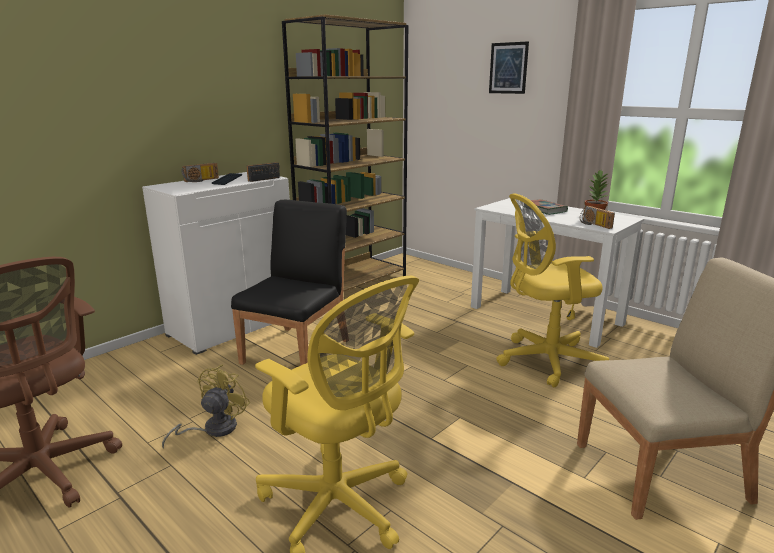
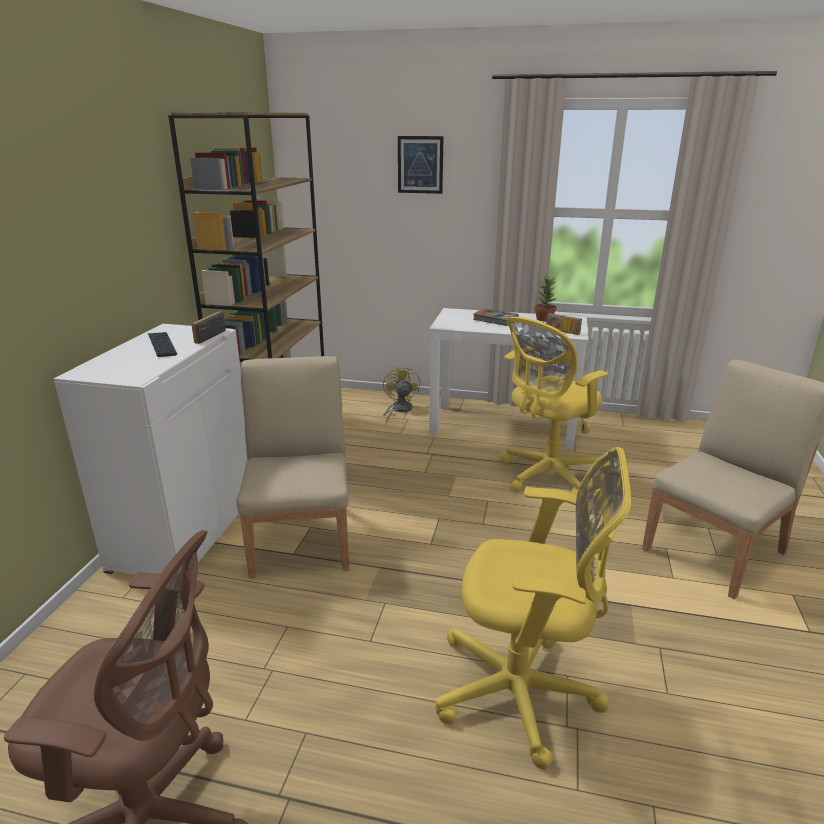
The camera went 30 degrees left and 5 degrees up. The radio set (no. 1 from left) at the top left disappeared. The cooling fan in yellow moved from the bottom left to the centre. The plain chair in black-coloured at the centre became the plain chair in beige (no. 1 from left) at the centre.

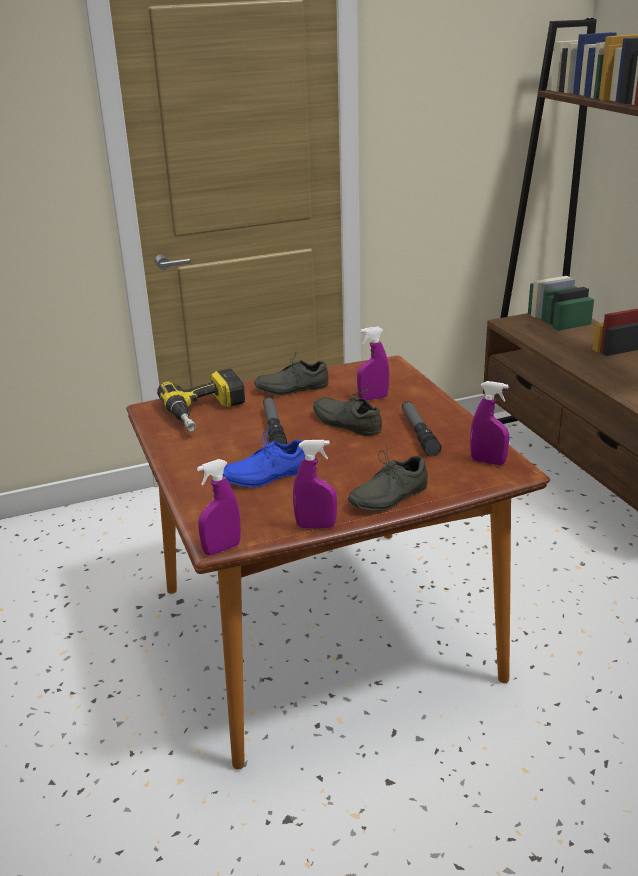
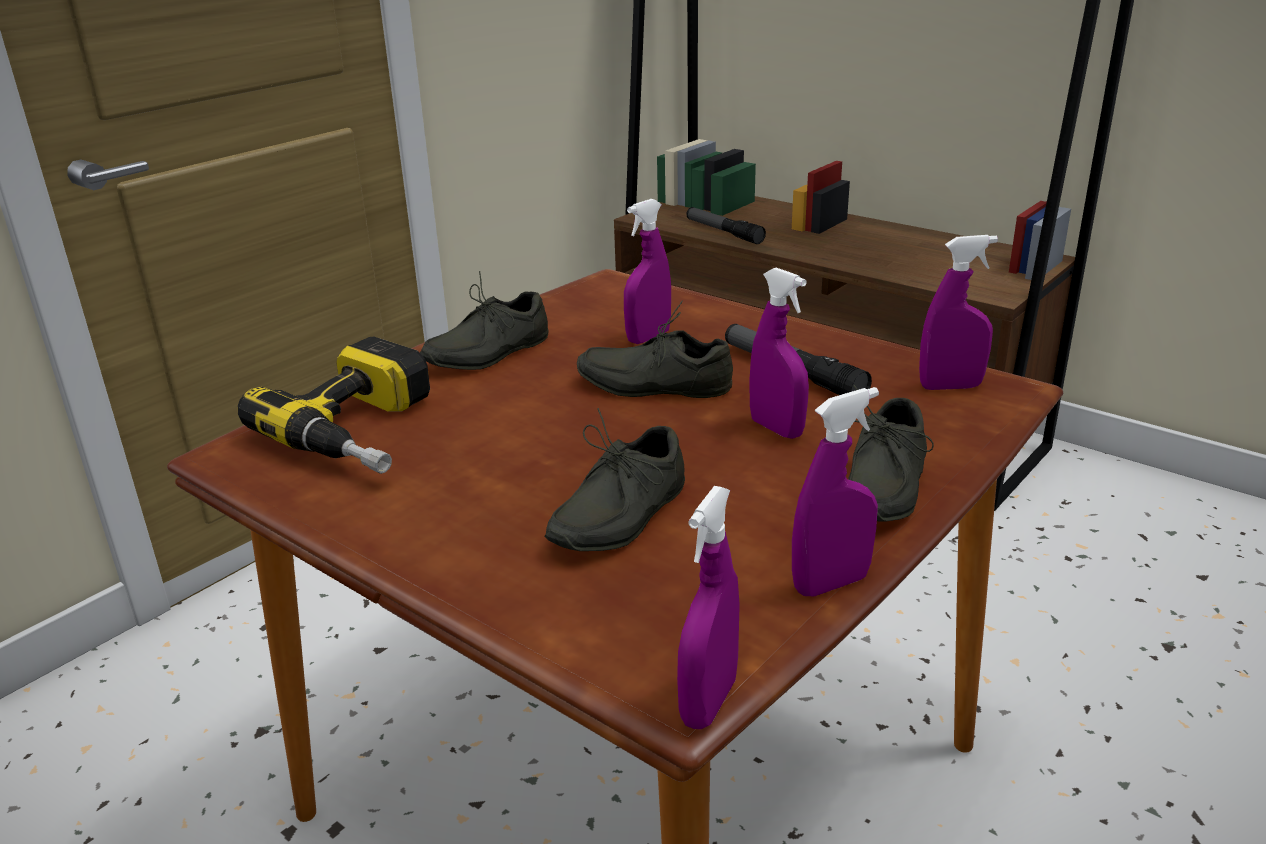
The camera went 30 degrees left and 0 degrees up. The sprayer in purple-coloured (no. 3 from left) at the centre appeared. The torch (no. 1 from left) moved from the centre to the top centre. The low shoe in bluish at the centre became the low shoe in gray (no. 2 from left) at the centre.

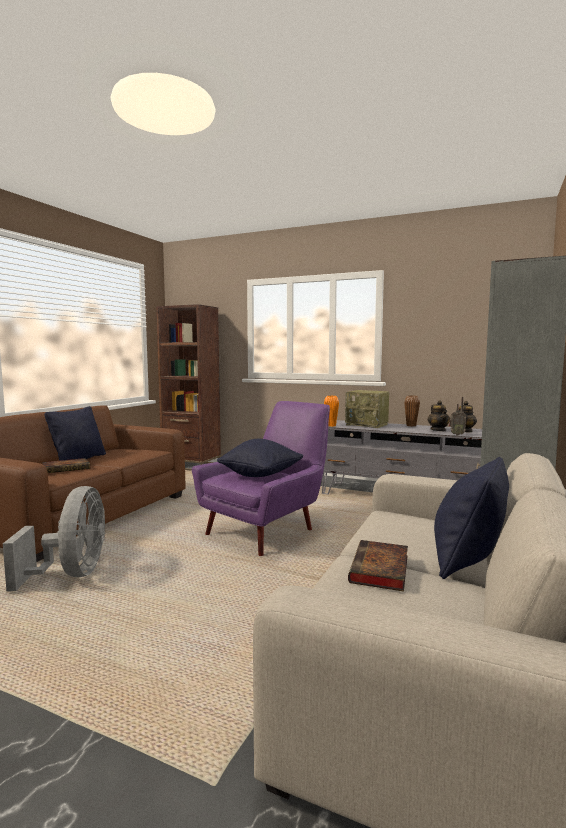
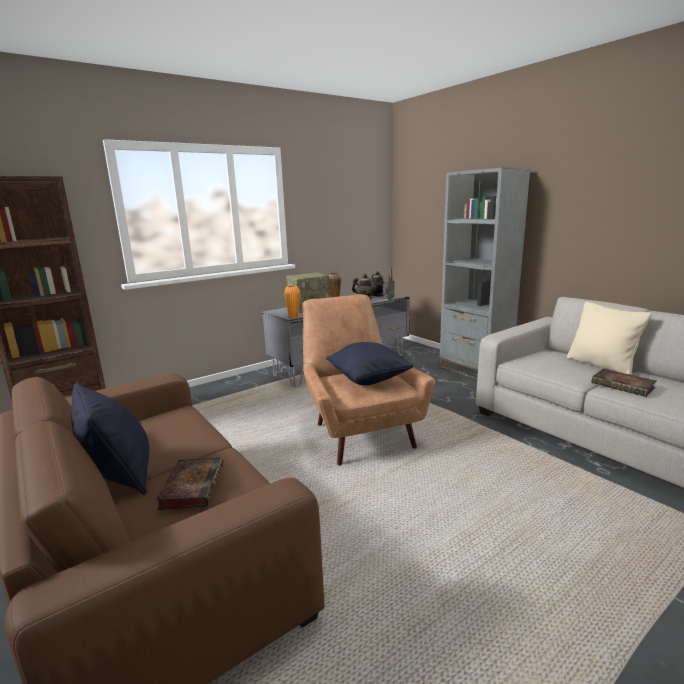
The camera went 60 degrees left and 10 degrees up. The cooling fan in gray at the middle left disappeared. The lounge chair in purple-coloured at the centre became the lounge chair in brownish at the centre. The pillow in black-coloured (no. 3 from left) at the middle right became the pillow in beige at the middle right.

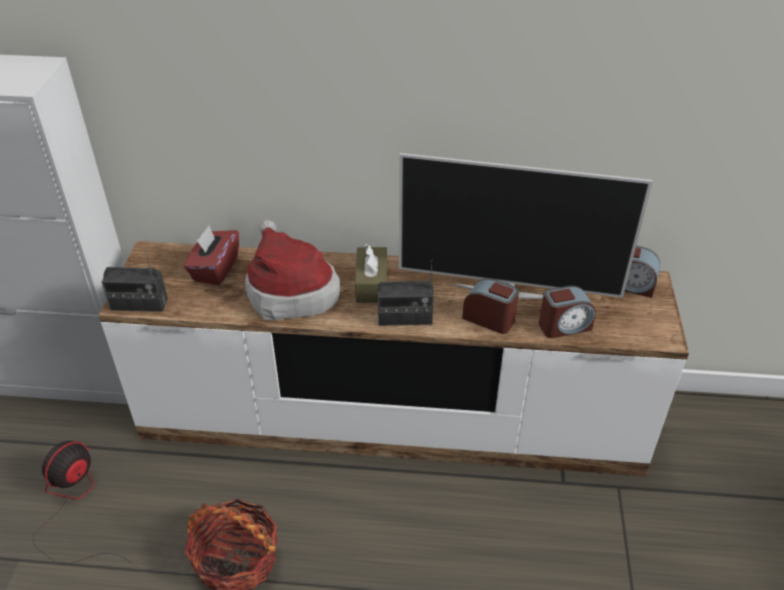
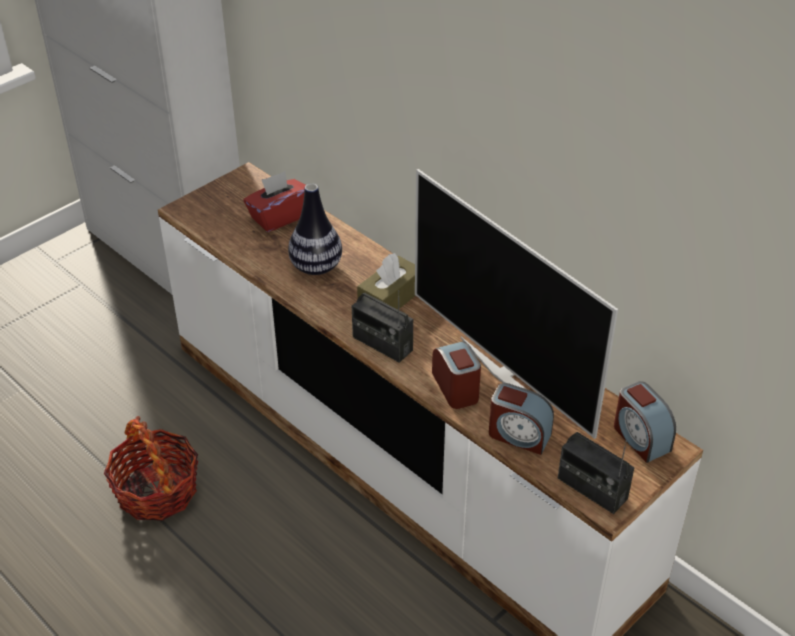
The camera went 40 degrees right and 0 degrees up. The cooling fan at the bottom left disappeared. The radio set (no. 1 from left in the first image) moved from the middle left to the bottom right. The hat at the centre was replaced by the decorative vase at the centre.

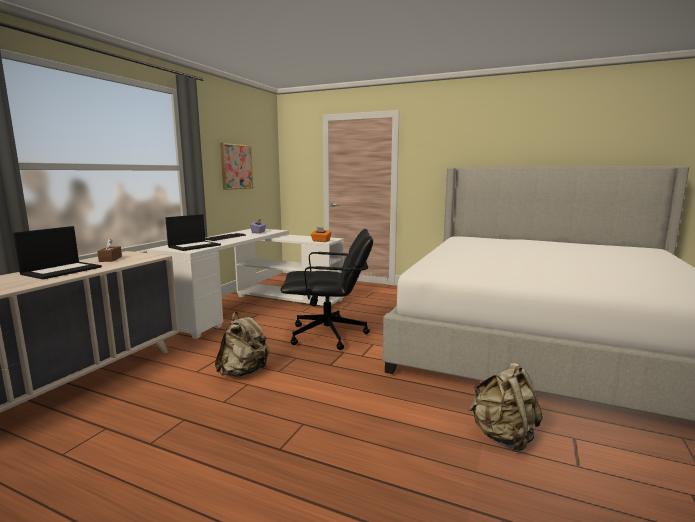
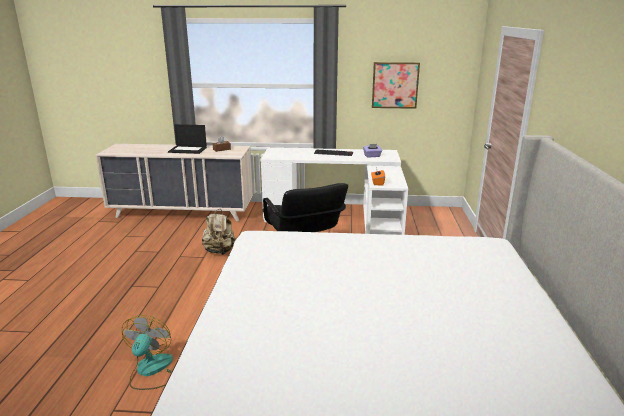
The camera went 70 degrees right and 10 degrees up. The notebook computer (no. 2 from left) at the middle left disappeared. The knapsack in beige (no. 2 from left) at the bottom right was replaced by the cooling fan at the bottom left.

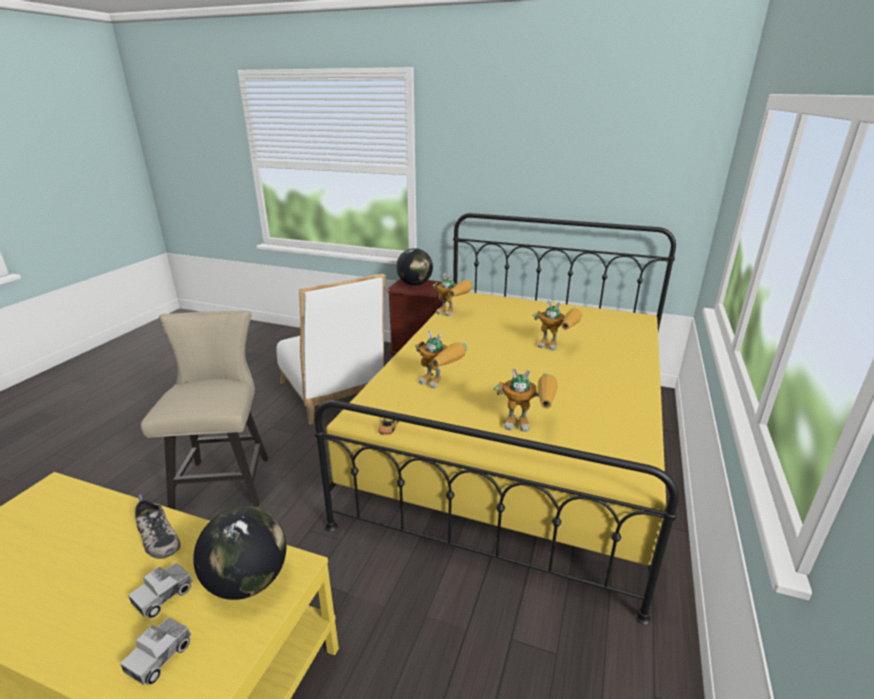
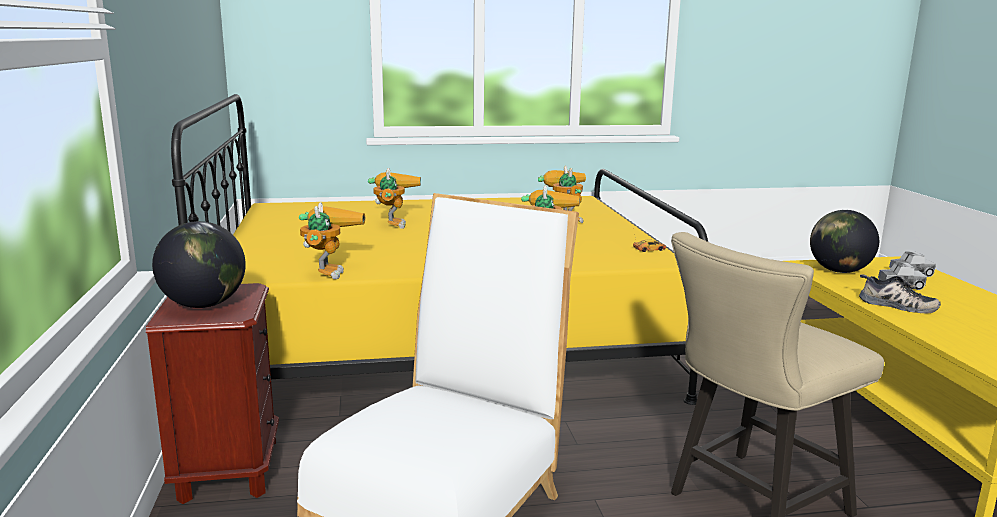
The camera went 120 degrees left and 10 degrees down. The low shoe at the bottom left turned 105 degrees clockwise.

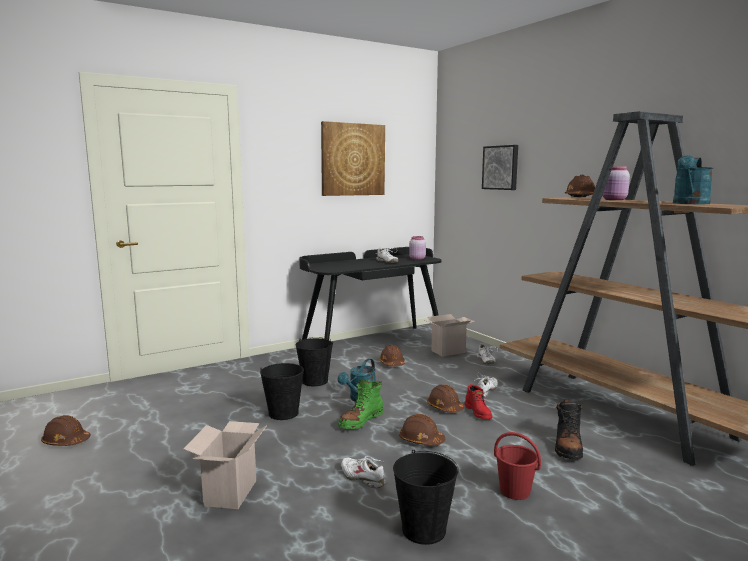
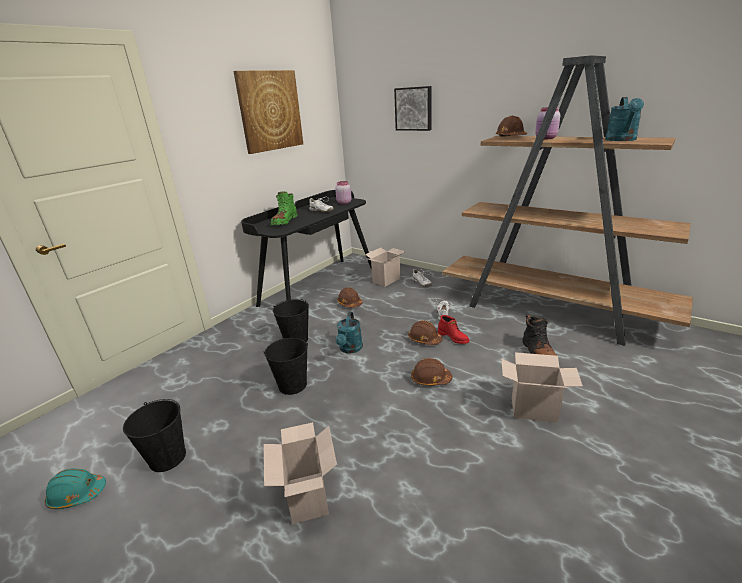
The camera went 20 degrees left and 15 degrees up. The low shoe in white-coloured (no. 1 from left) at the bottom centre disappeared. The high-top boot in green-coloured moved from the bottom centre to the centre. The water bucket in black-coloured (no. 3 from left in the first image) moved from the bottom centre to the bottom left. The water bucket in red-coloured at the bottom right was replaced by the packing box (no. 3 from left) at the middle right. The work helmet in brownish (no. 1 from left) at the bottom left became the work helmet in blue-green at the bottom left.

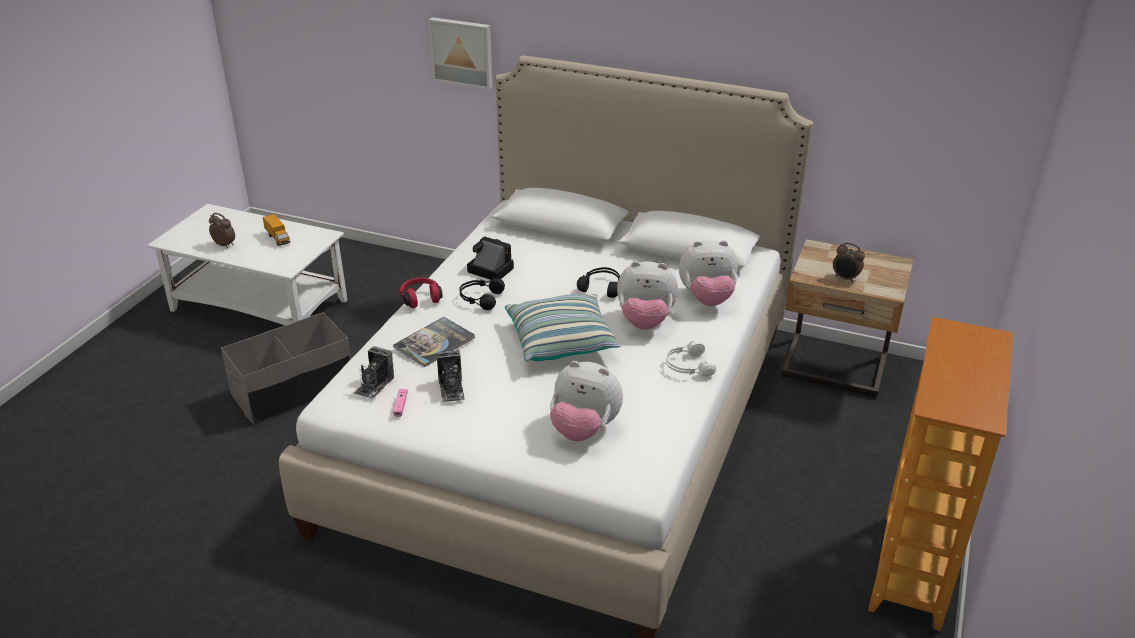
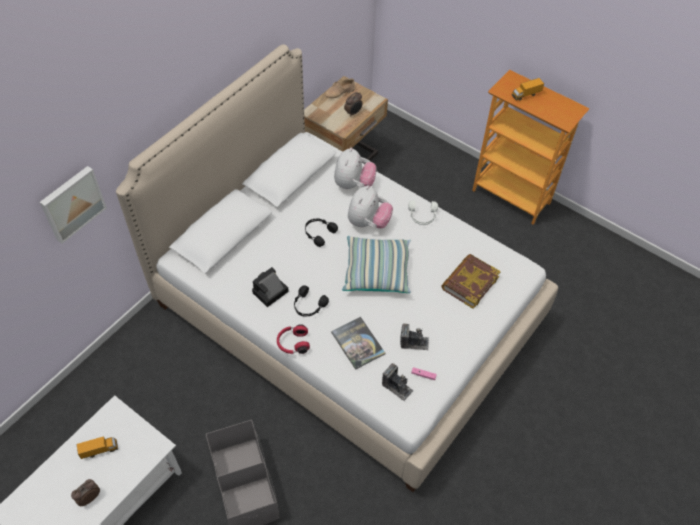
The camera went 75 degrees left and 20 degrees up. The low shoe in beige at the top centre appeared. The toy truck (no. 2 from left) at the top right appeared. The soft toy (no. 1 from left) at the centre was replaced by the volume (no. 2 from left) at the middle right.

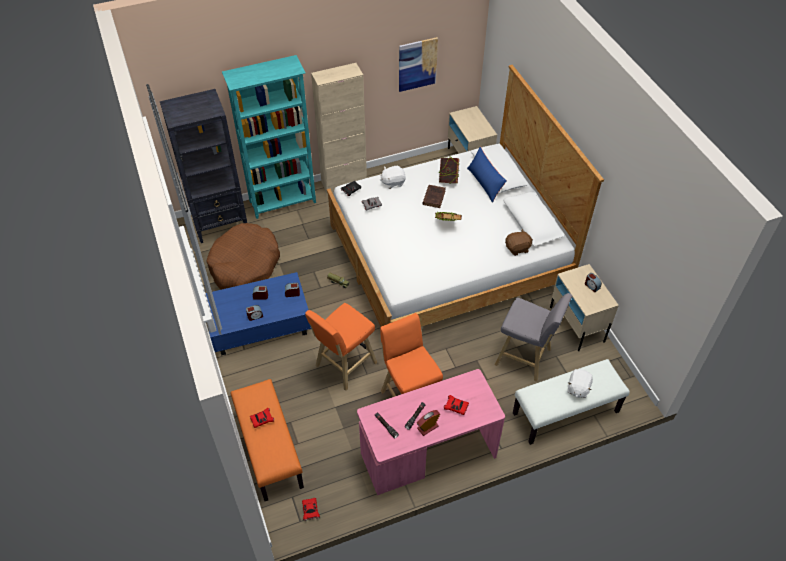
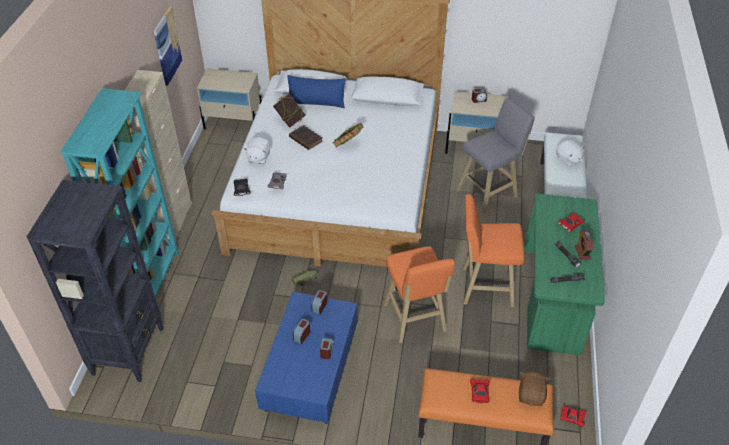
The camera went 60 degrees left and 5 degrees down. The pet bed in brownish at the middle left disappeared. The soft toy in brownish moved from the centre to the bottom right. The desk in pinkish at the bottom centre became the desk in green-coloured at the middle right.

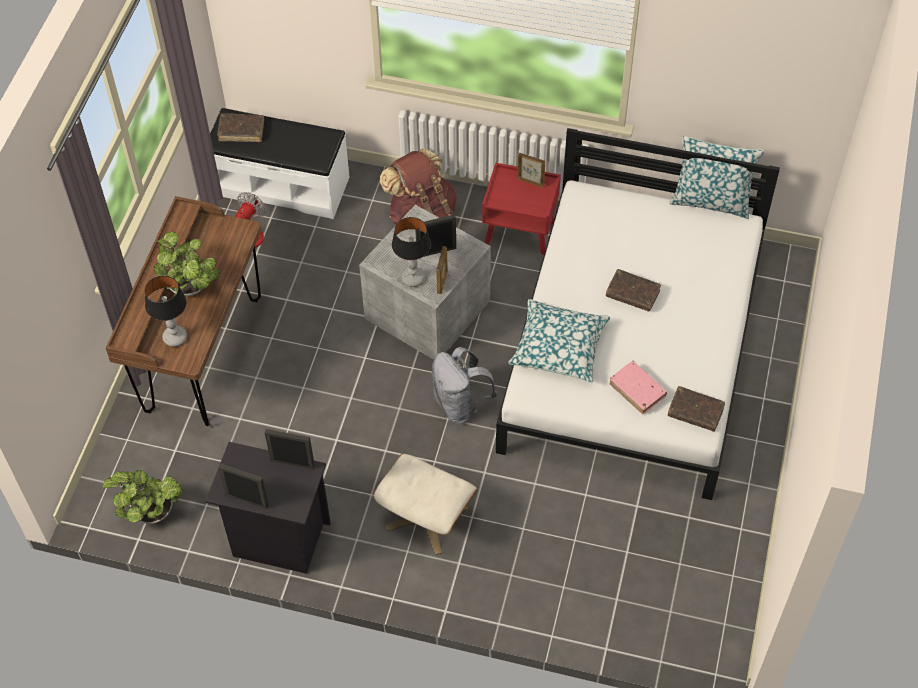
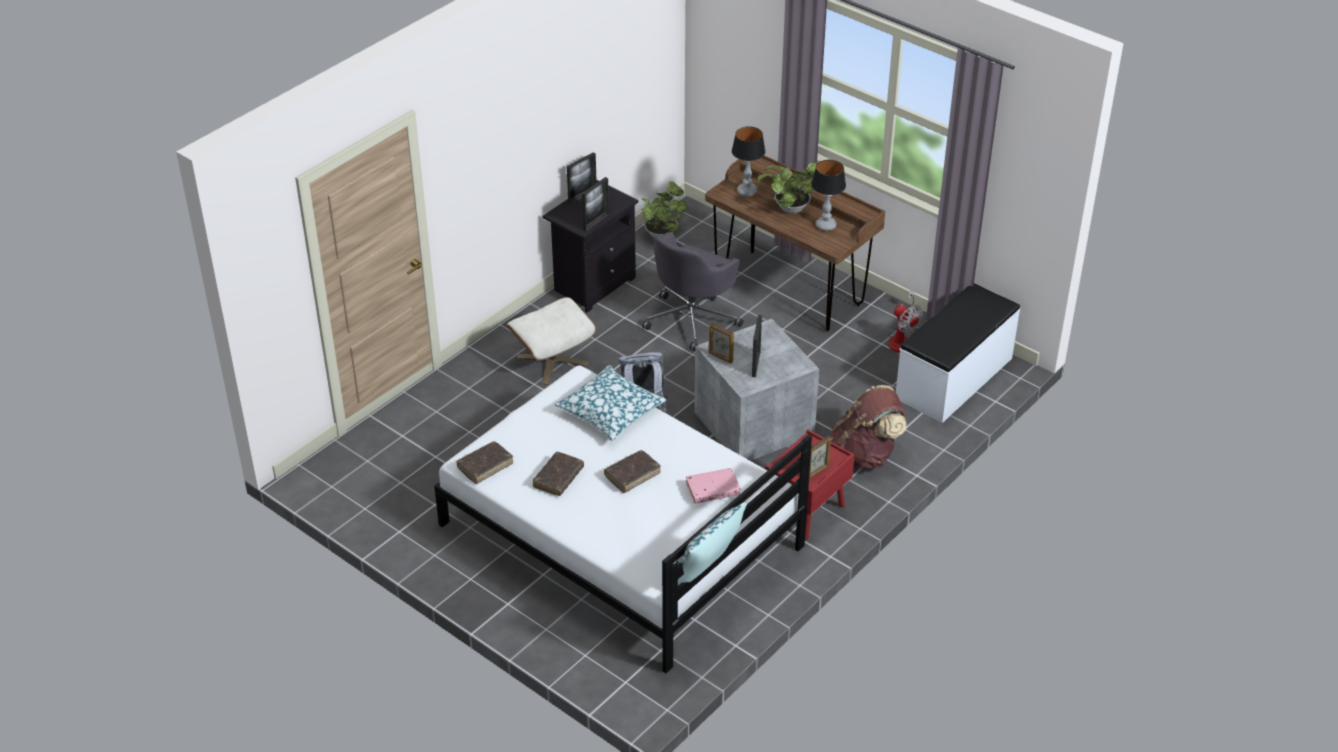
The camera went 115 degrees right and 15 degrees down. The office chair in gray at the centre appeared. The volume in brownish (no. 1 from left in the first image) moved from the top left to the centre. The lamp for a table (no. 2 from left) moved from the centre to the top centre. The volume in pinkish moved from the middle right to the centre.

